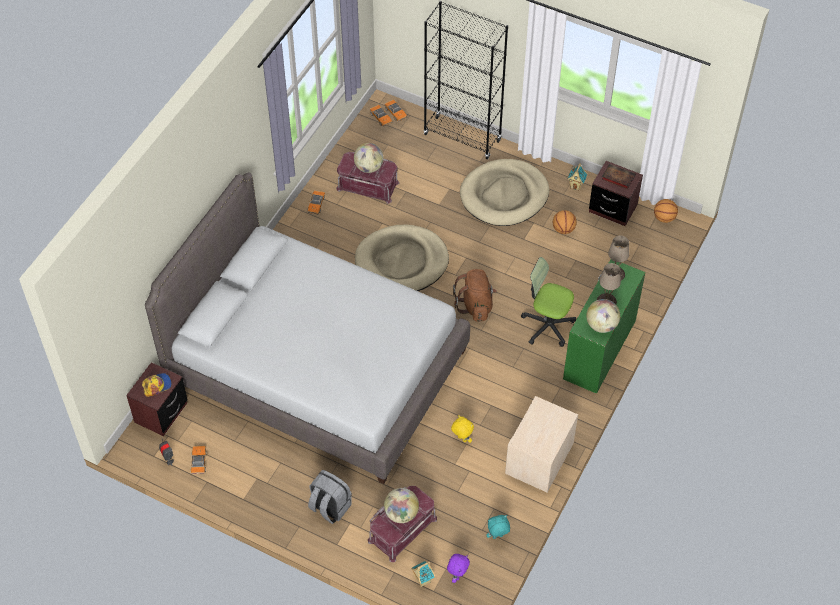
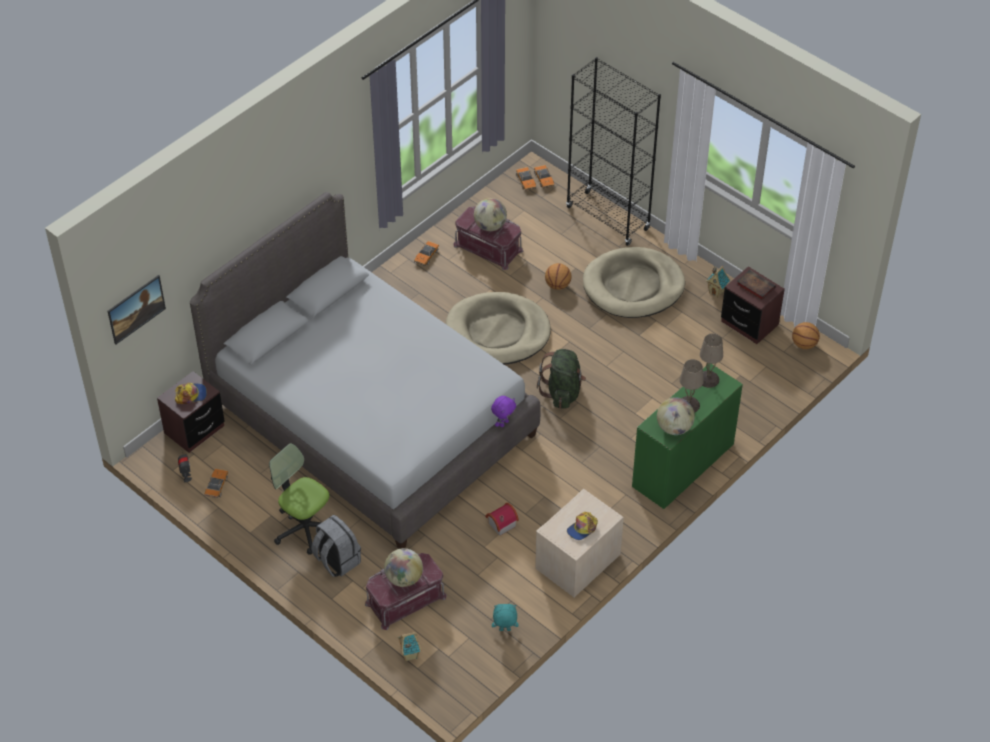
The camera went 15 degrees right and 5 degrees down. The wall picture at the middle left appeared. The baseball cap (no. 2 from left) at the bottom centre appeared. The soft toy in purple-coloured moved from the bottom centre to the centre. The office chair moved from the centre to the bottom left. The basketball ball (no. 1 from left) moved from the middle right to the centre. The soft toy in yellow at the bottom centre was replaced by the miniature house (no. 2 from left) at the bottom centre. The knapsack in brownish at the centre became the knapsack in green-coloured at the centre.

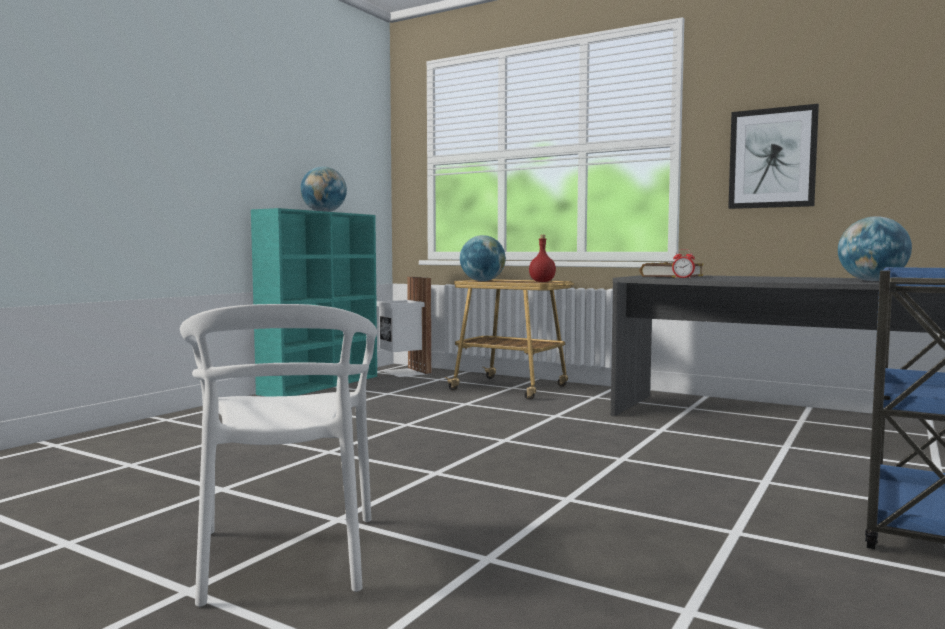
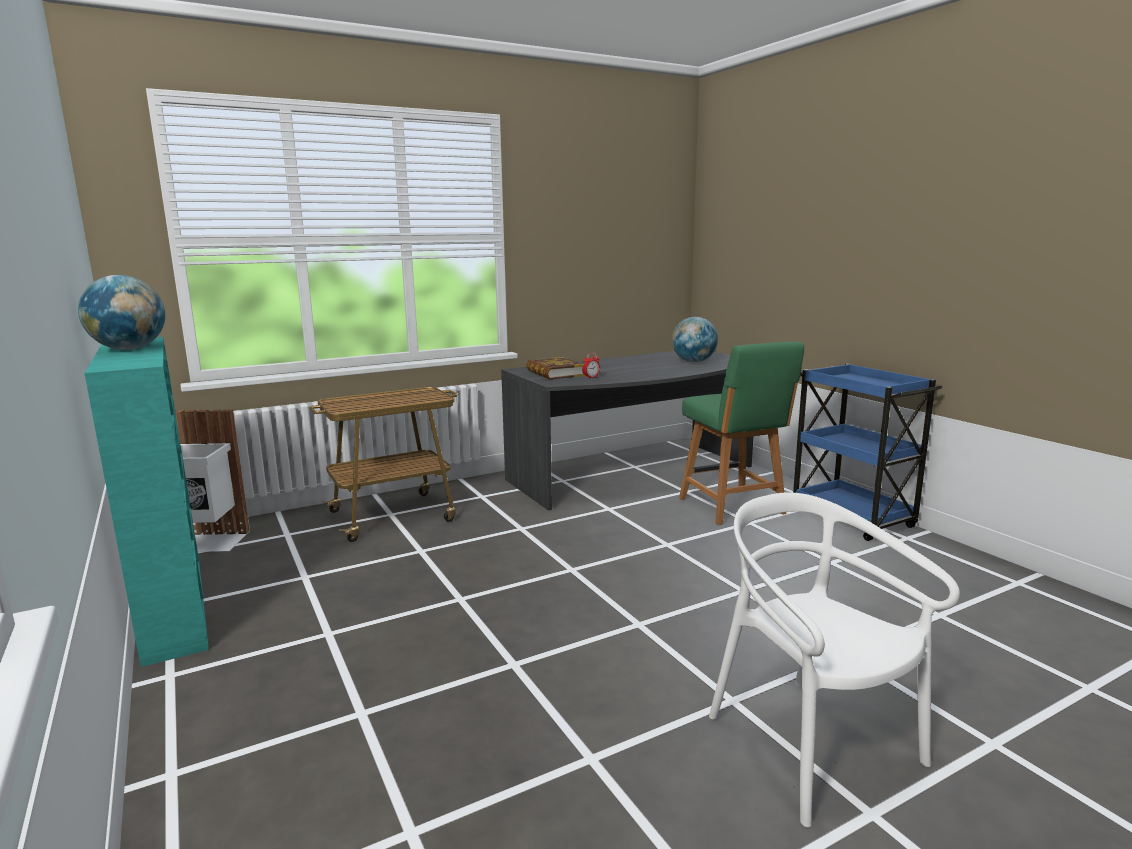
The camera went 60 degrees left and 10 degrees up. The desk globe (no. 2 from left) at the centre disappeared. The drink bottle in red-coloured at the centre disappeared. The wall picture at the top right disappeared. The plain chair in green-coloured at the centre appeared. The plain chair in white-coloured at the bottom left turned 135 degrees counterclockwise.

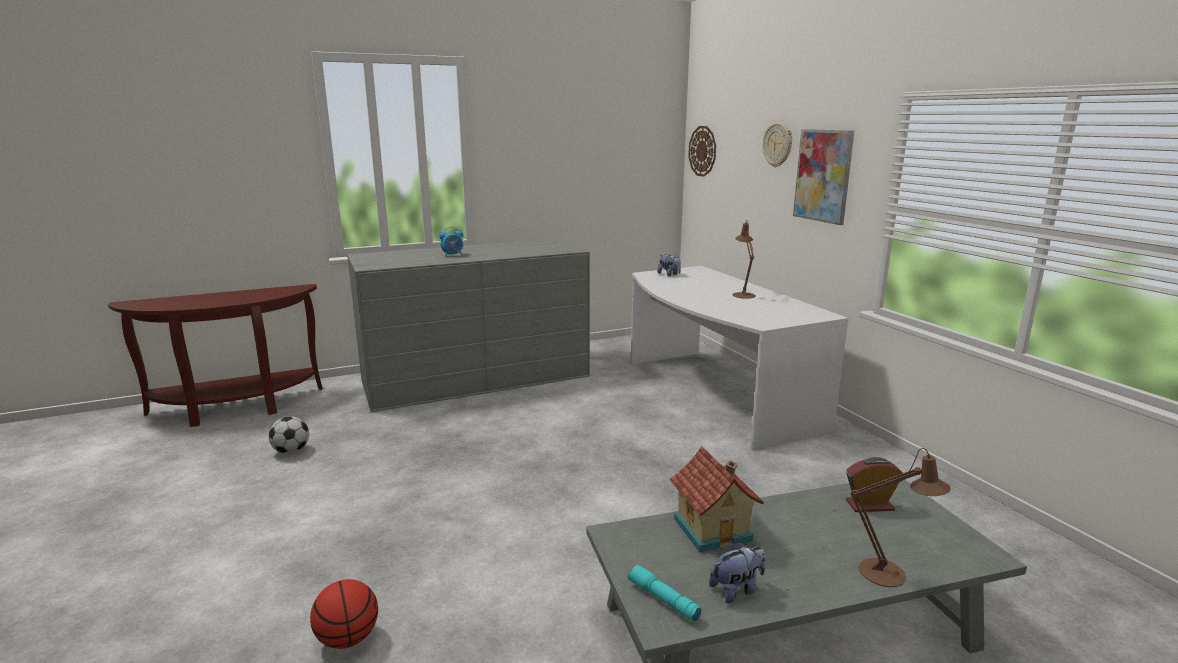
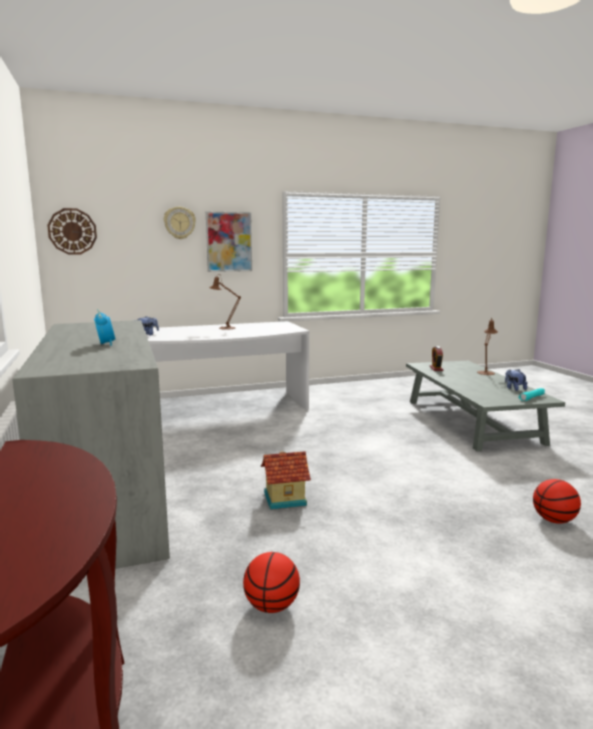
The camera went 85 degrees left and 5 degrees down. The miniature house moved from the bottom centre to the centre. The ball for football at the middle left was replaced by the basketball ball (no. 1 from left) at the bottom centre.

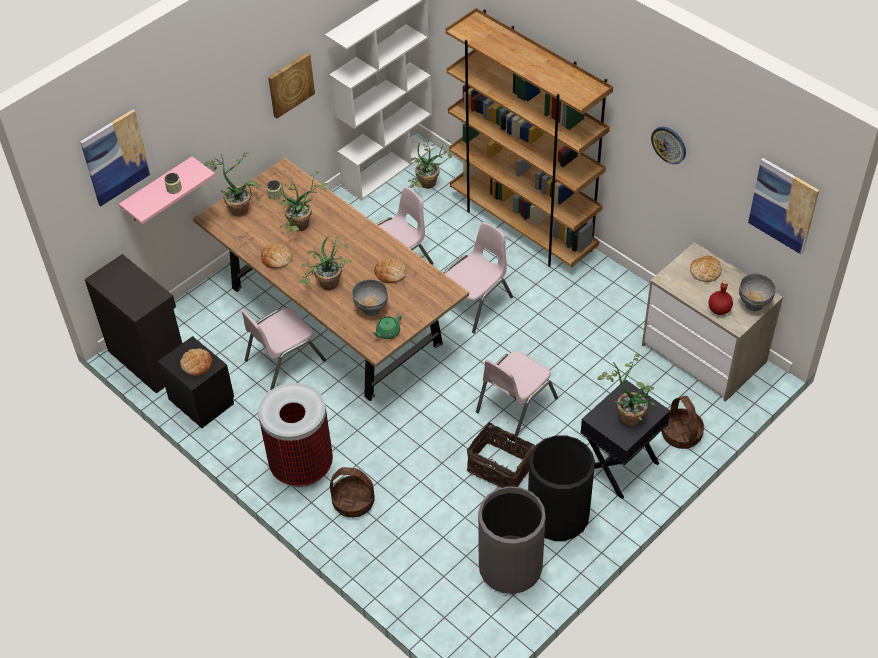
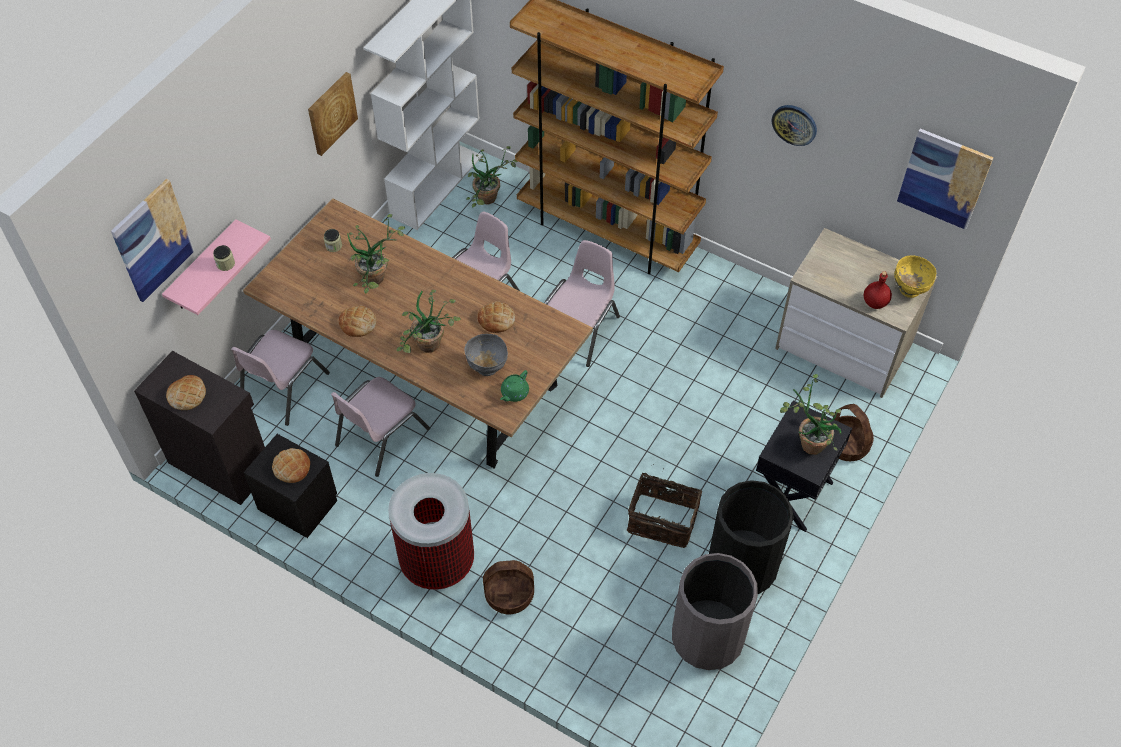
The camera went 15 degrees left and 5 degrees up. The potted plant (no. 1 from left) at the top left disappeared. The plain chair in pinkish (no. 4 from left in the first image) moved from the centre to the middle left. The baked bread (no. 4 from left in the first image) moved from the middle right to the middle left. The serving bowl in gray (no. 2 from left) at the middle right became the serving bowl in yellow at the middle right.

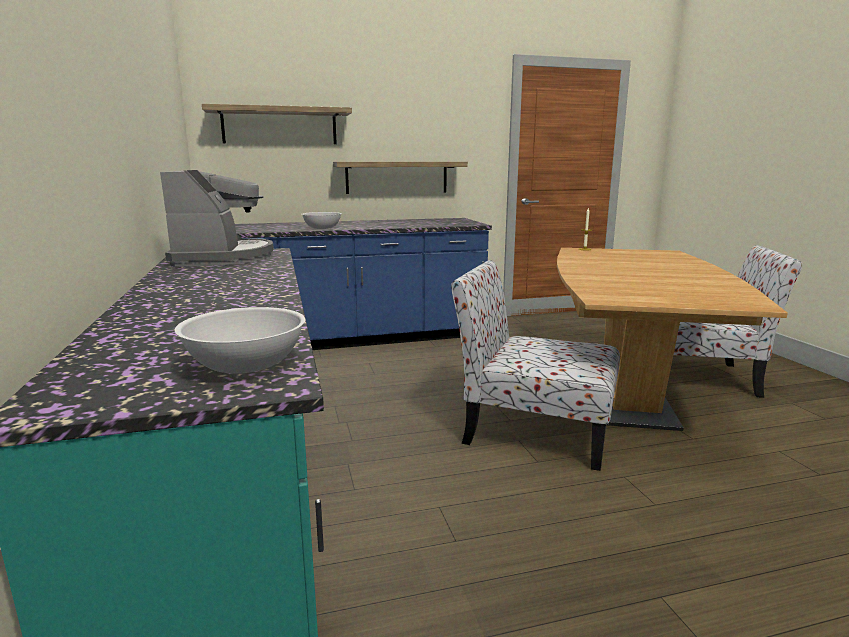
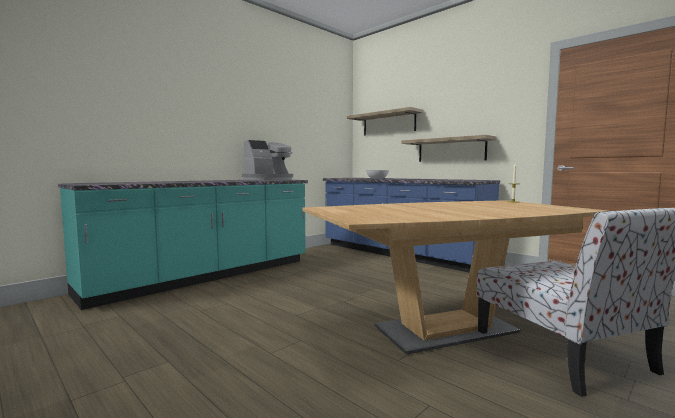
The camera went 60 degrees right and 10 degrees down. The serving bowl in white-coloured (no. 1 from left) at the middle left disappeared. The plain chair (no. 1 from left) at the centre disappeared.

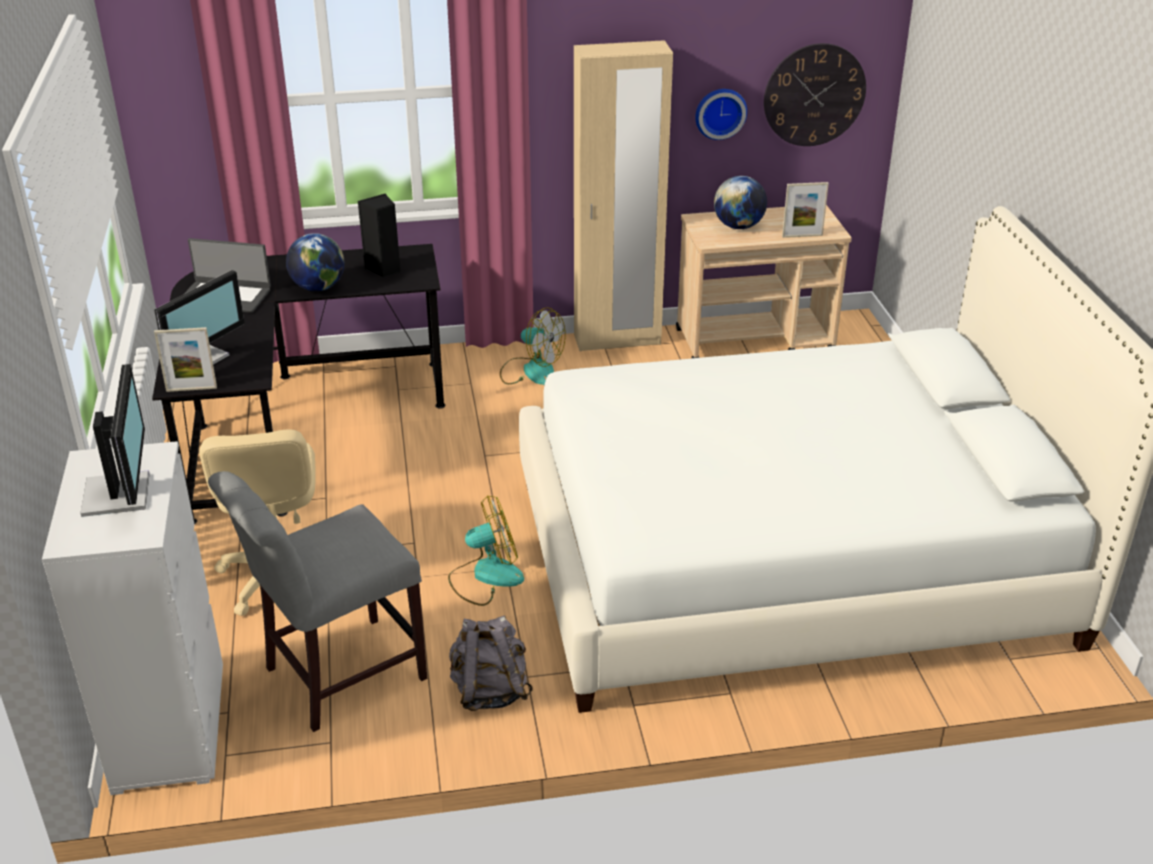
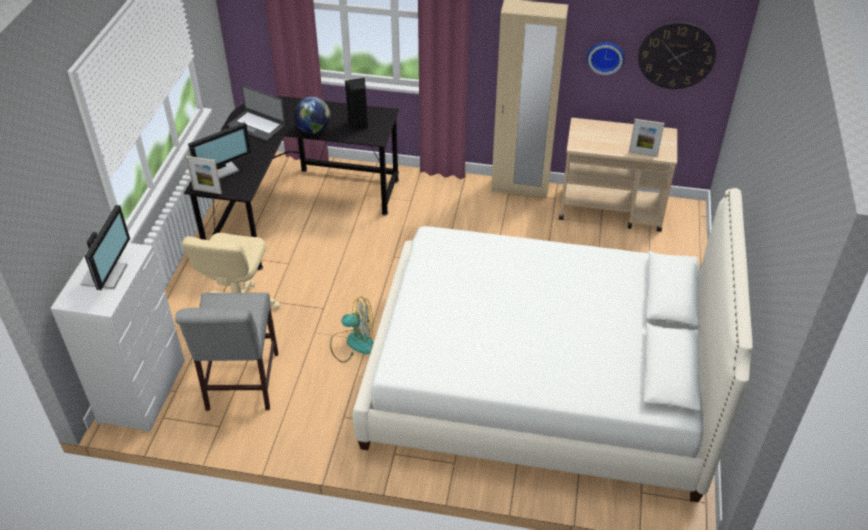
The camera went 20 degrees right and 10 degrees up. The knapsack in gray at the bottom centre disappeared. The cooling fan (no. 2 from left) at the centre disappeared. The desk globe (no. 2 from left) at the top centre disappeared. The plain chair in gray at the bottom left turned 75 degrees counterclockwise.

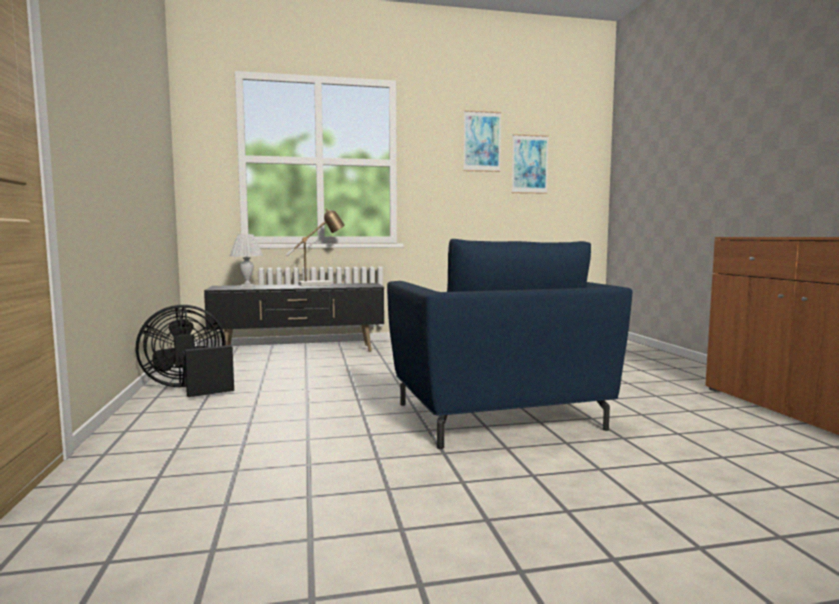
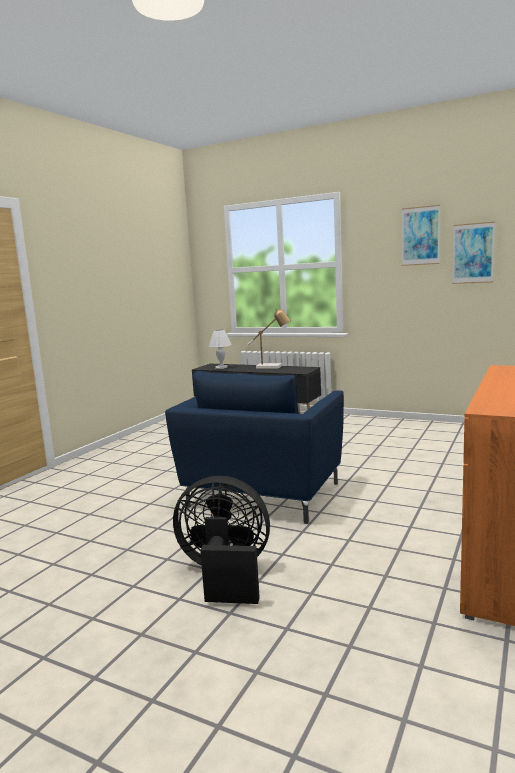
The camera went 40 degrees right and 5 degrees up. The cooling fan in black-coloured moved from the middle left to the bottom centre.

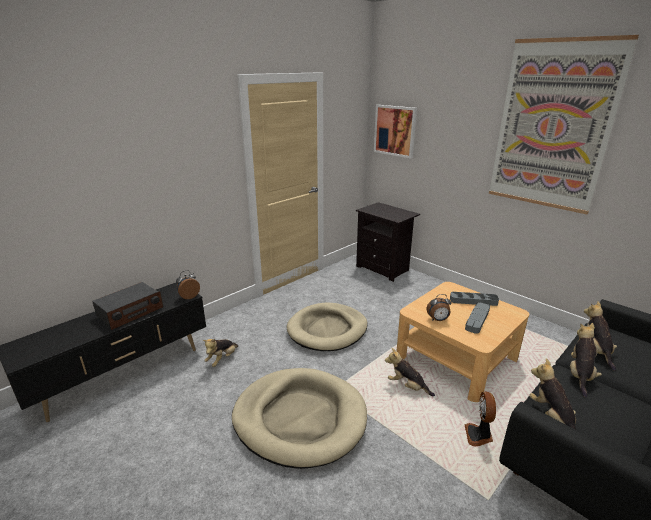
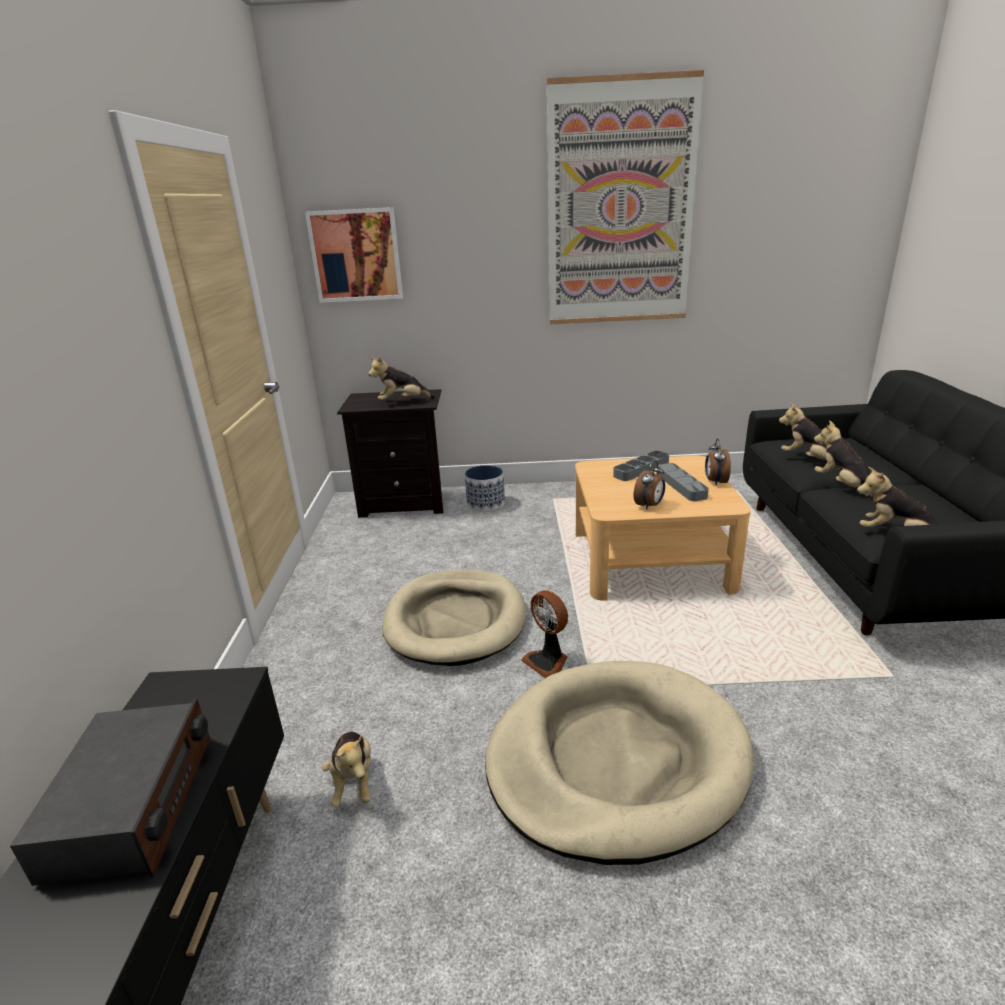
The camera went 45 degrees left and 0 degrees up. The plant pot at the centre appeared. The bedside clock (no. 1 from left in the first image) moved from the middle left to the middle right. The soft toy (no. 2 from left) moved from the bottom centre to the centre. The cooling fan moved from the bottom right to the centre.

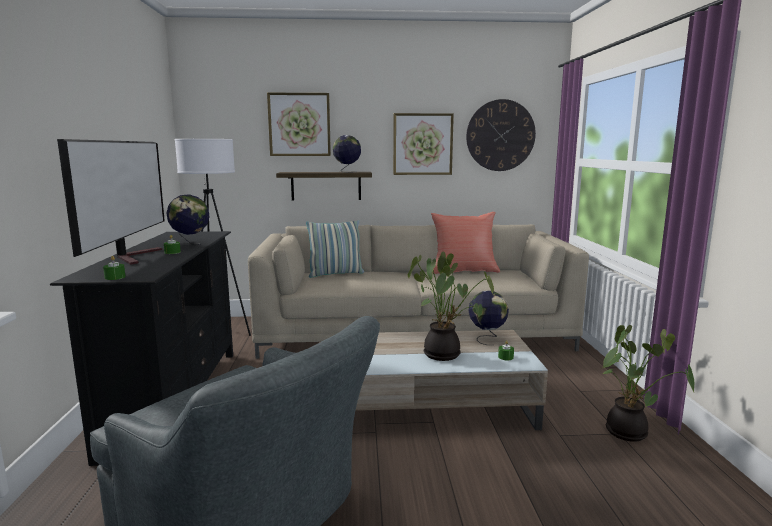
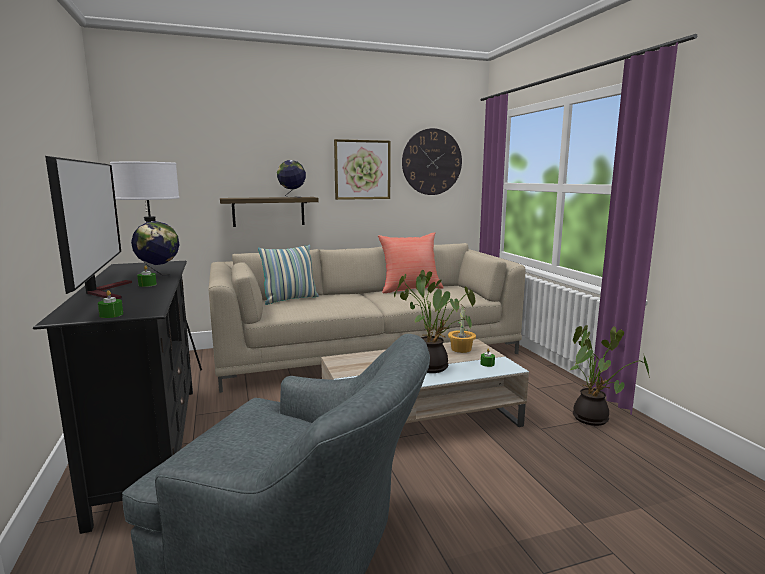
The camera went 15 degrees left and 0 degrees up. The wall picture (no. 1 from left) at the top centre disappeared. The desk globe (no. 3 from left) at the centre was replaced by the potted plant (no. 2 from left) at the centre.

